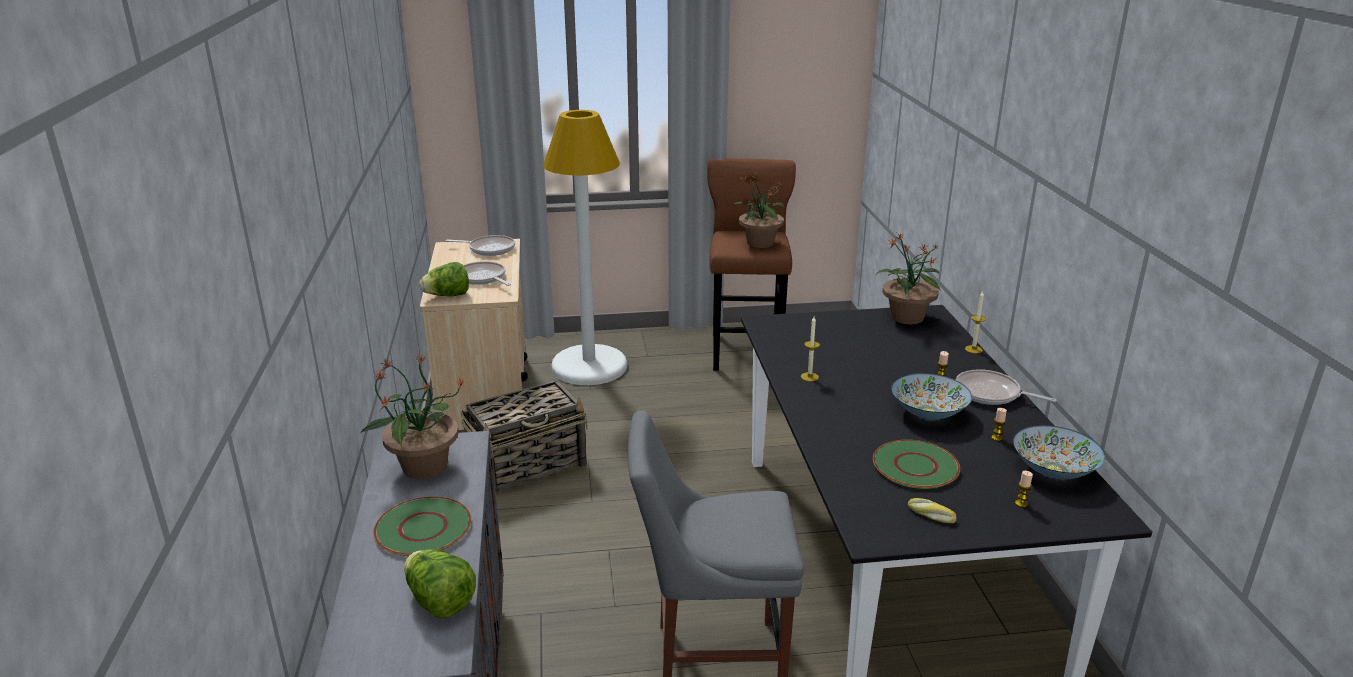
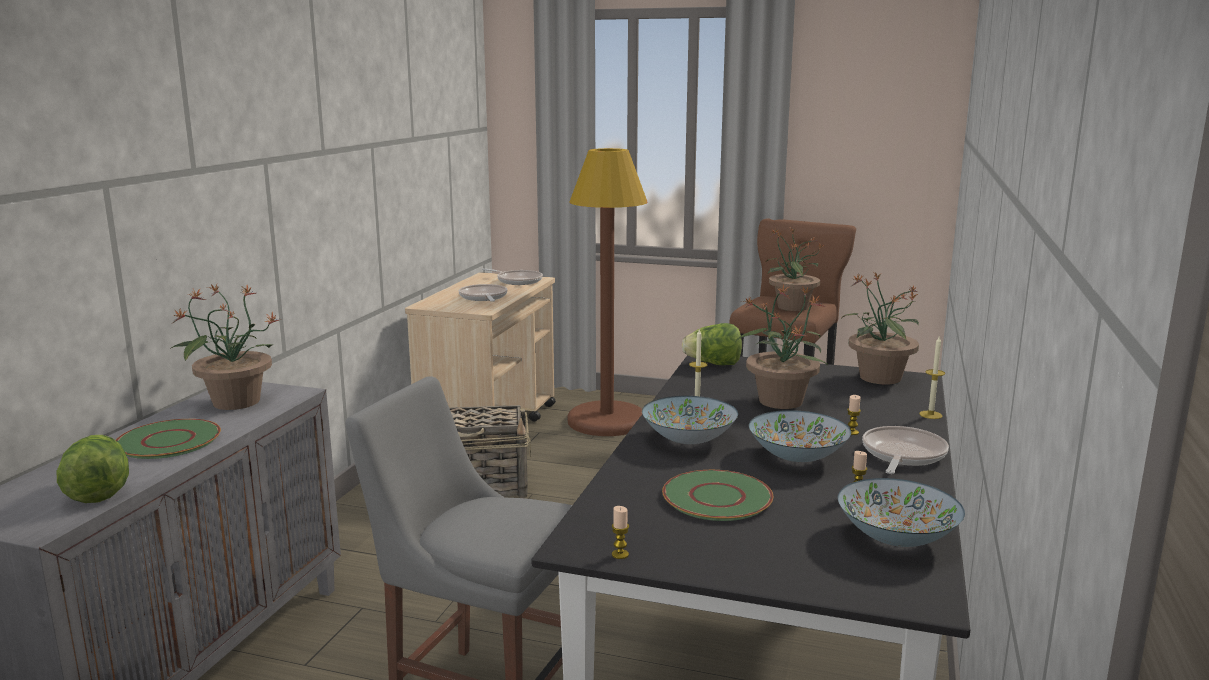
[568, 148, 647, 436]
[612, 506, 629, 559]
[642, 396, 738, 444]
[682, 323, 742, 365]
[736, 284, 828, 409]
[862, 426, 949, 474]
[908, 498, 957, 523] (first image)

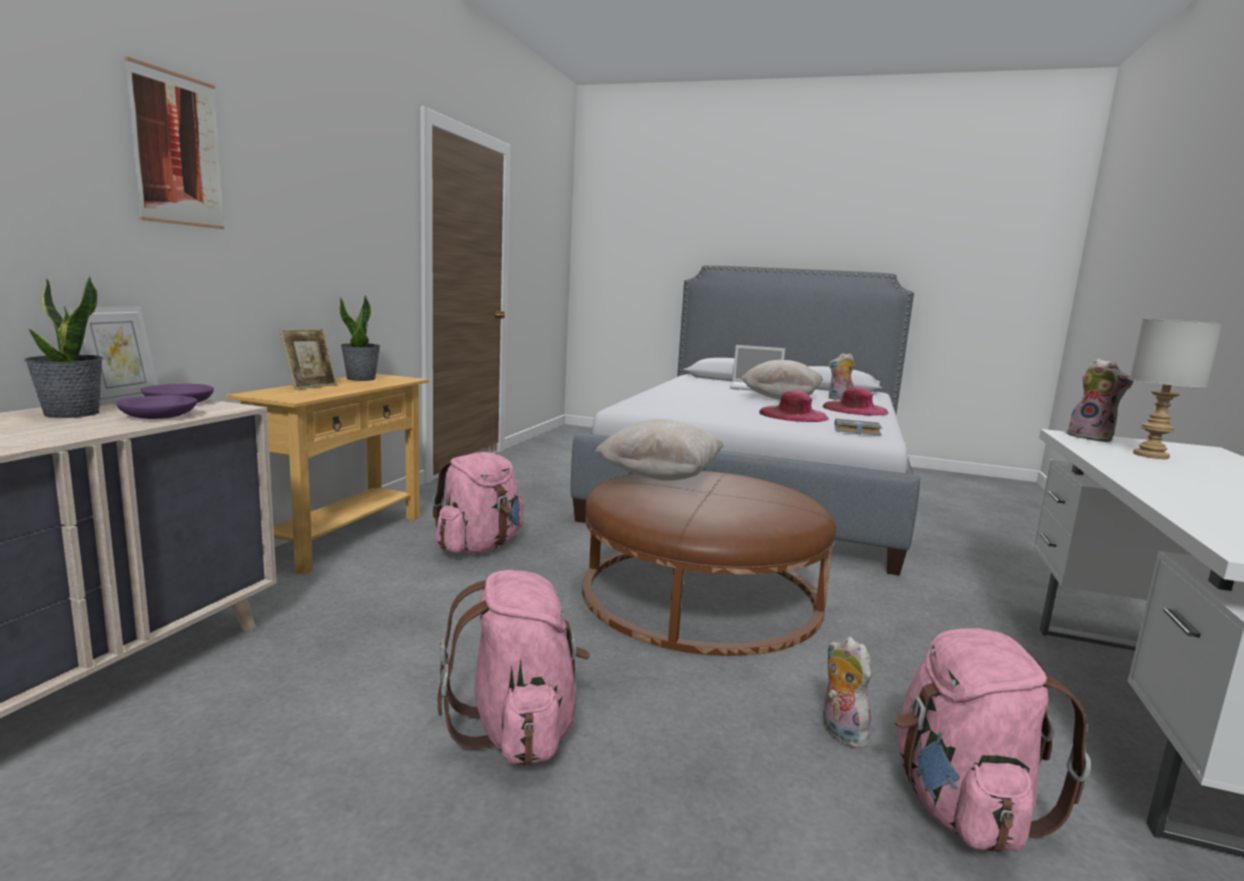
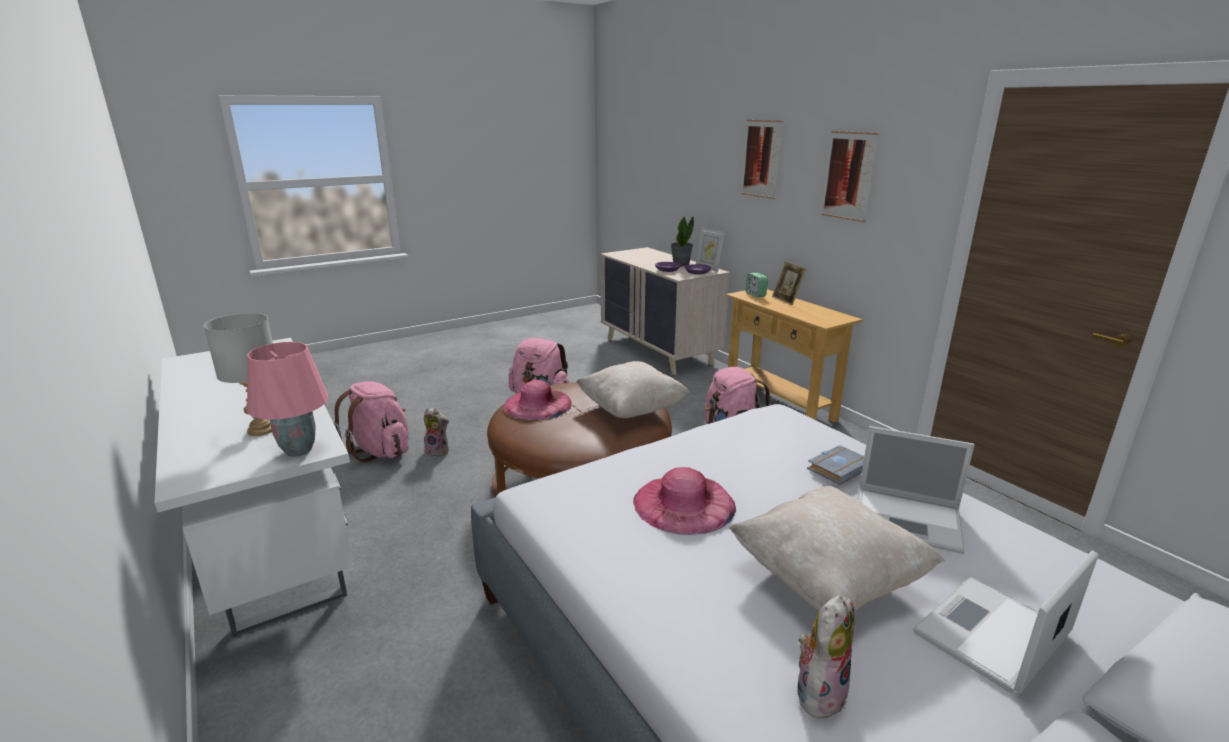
[247, 342, 329, 457]
[503, 380, 571, 420]
[746, 273, 768, 297]
[807, 445, 864, 485]
[821, 131, 879, 222]
[858, 426, 975, 554]
[340, 295, 380, 381] (first image)

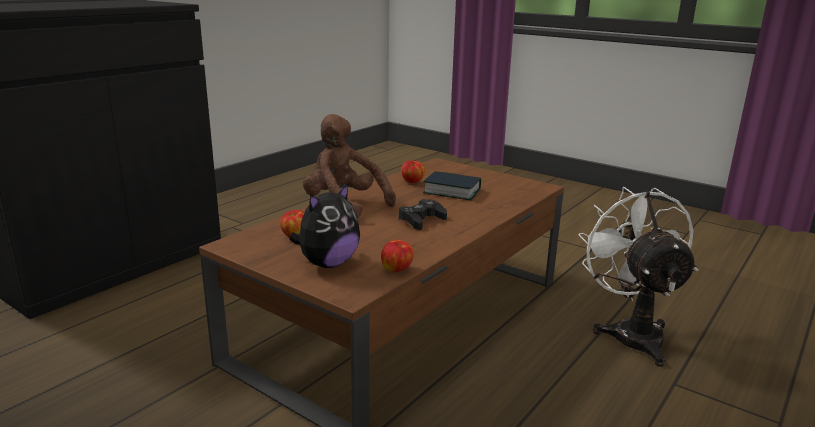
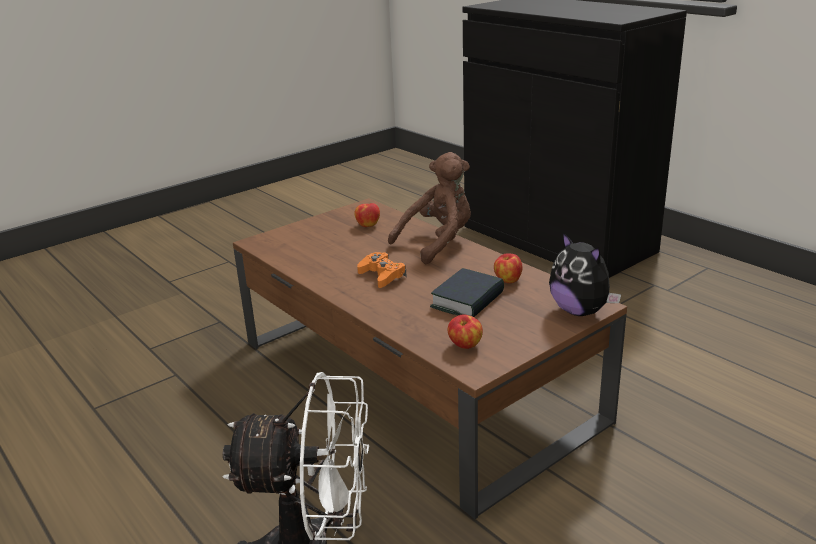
[357, 252, 407, 288]
[448, 314, 483, 349]
[549, 232, 621, 316]

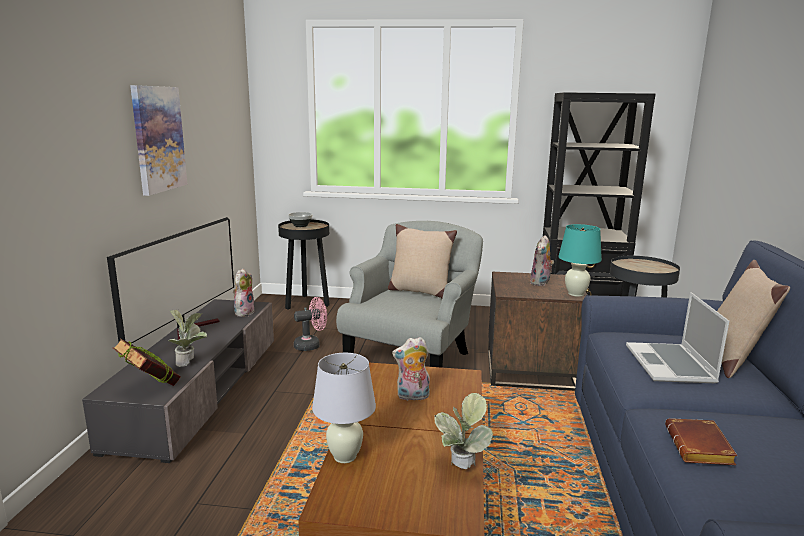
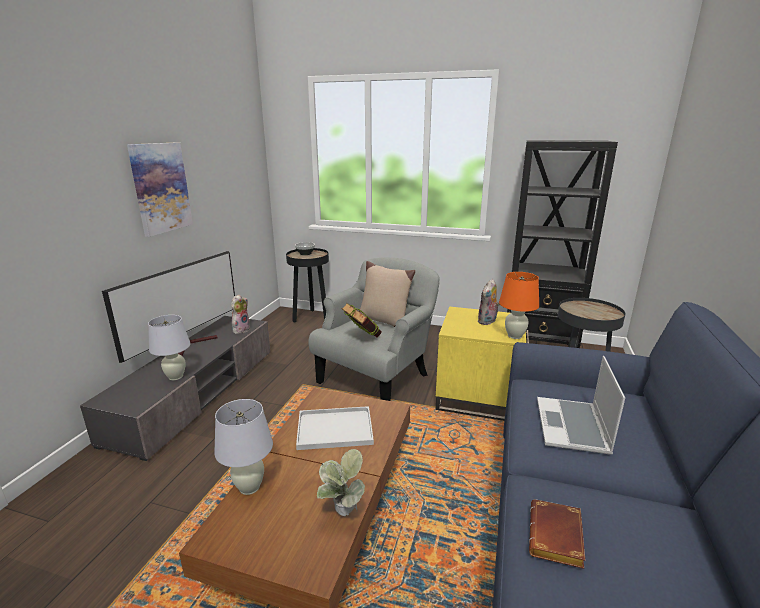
[148, 315, 190, 380]
[296, 406, 374, 450]
[342, 302, 382, 338]
[436, 307, 529, 421]
[499, 272, 539, 339]
[294, 297, 327, 351] (first image)
[717, 260, 790, 378] (first image)

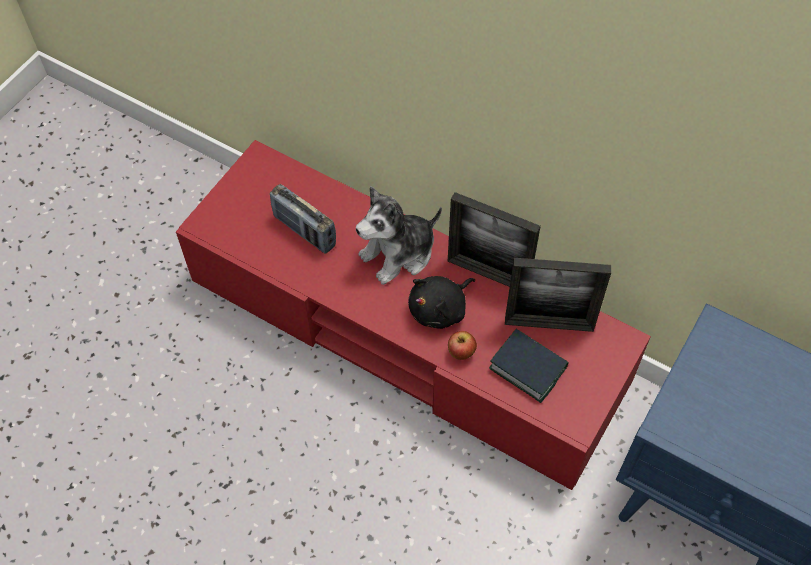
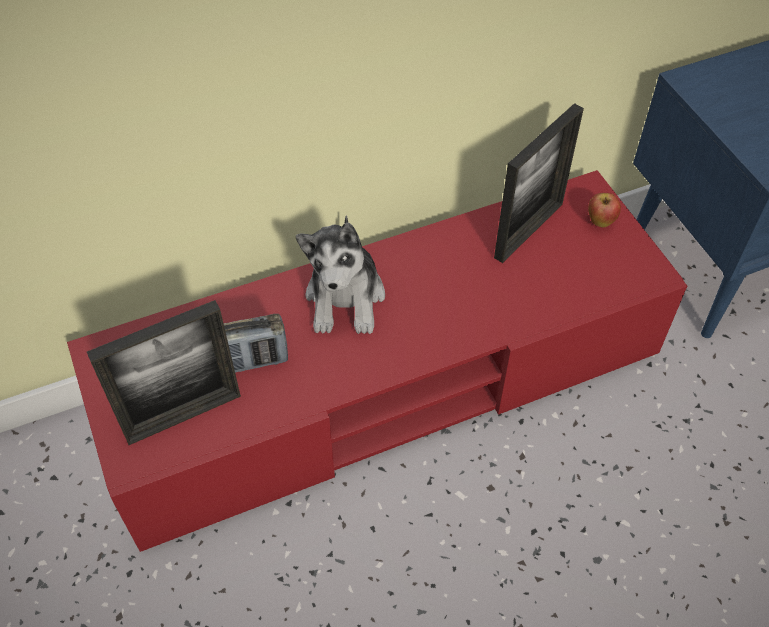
[87, 300, 241, 445]
[588, 193, 621, 227]
[408, 276, 475, 329] (first image)
[489, 329, 568, 403] (first image)

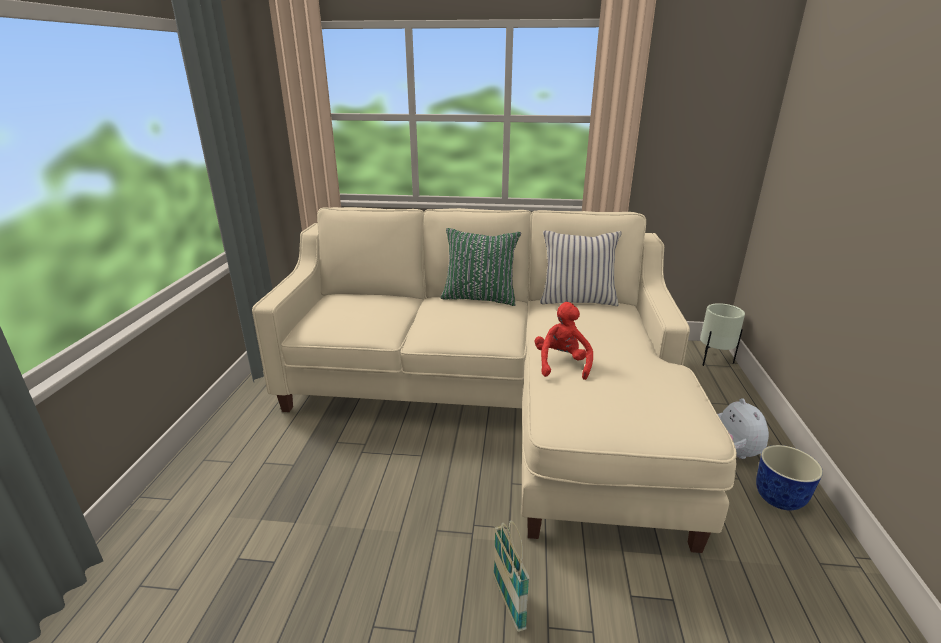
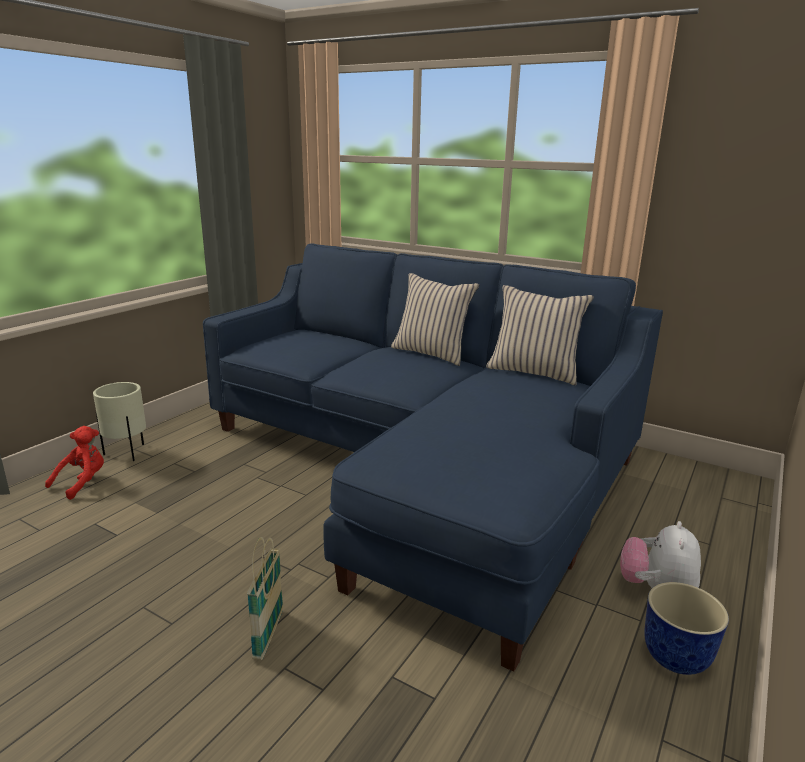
[45, 426, 104, 500]
[93, 382, 146, 461]
[203, 243, 663, 672]
[391, 273, 479, 366]

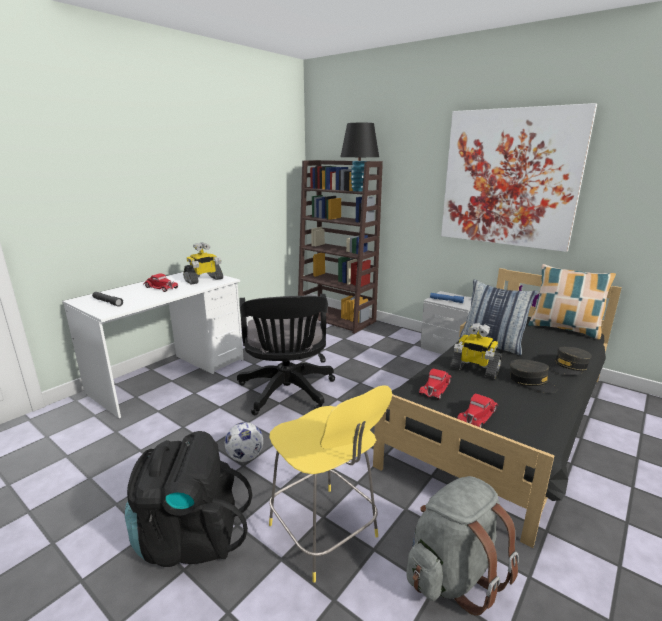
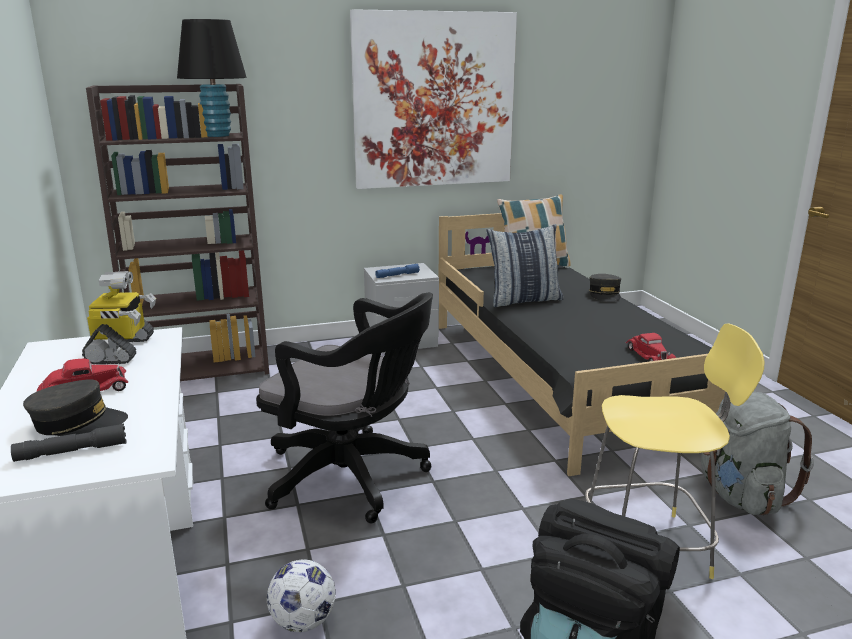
[23, 379, 128, 436]
[267, 559, 336, 632]
[419, 369, 452, 400] (first image)
[450, 323, 502, 379] (first image)

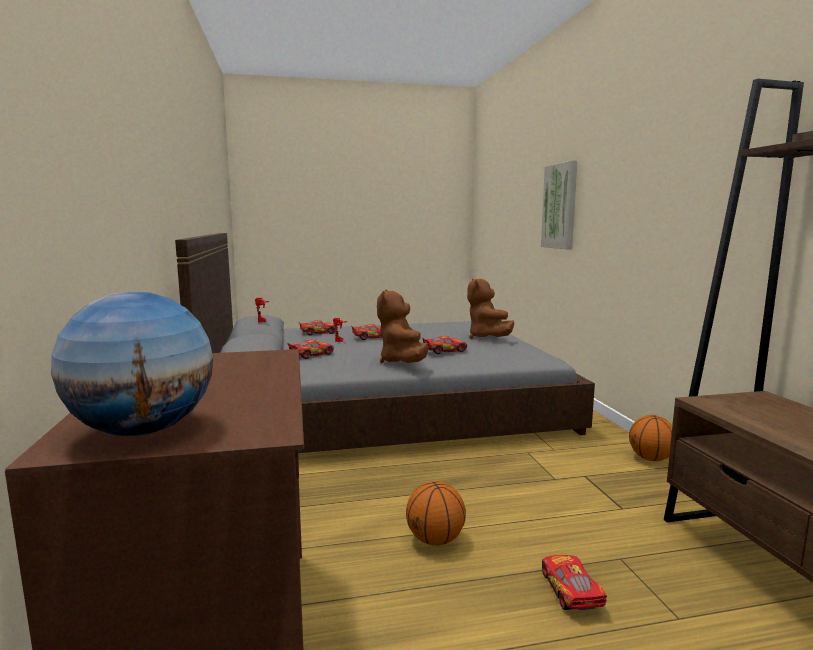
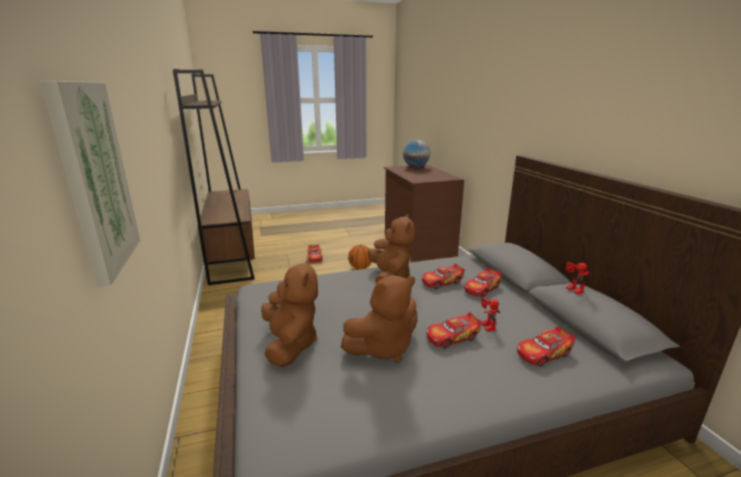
[341, 275, 417, 363]
[422, 264, 465, 289]
[629, 415, 672, 461] (first image)

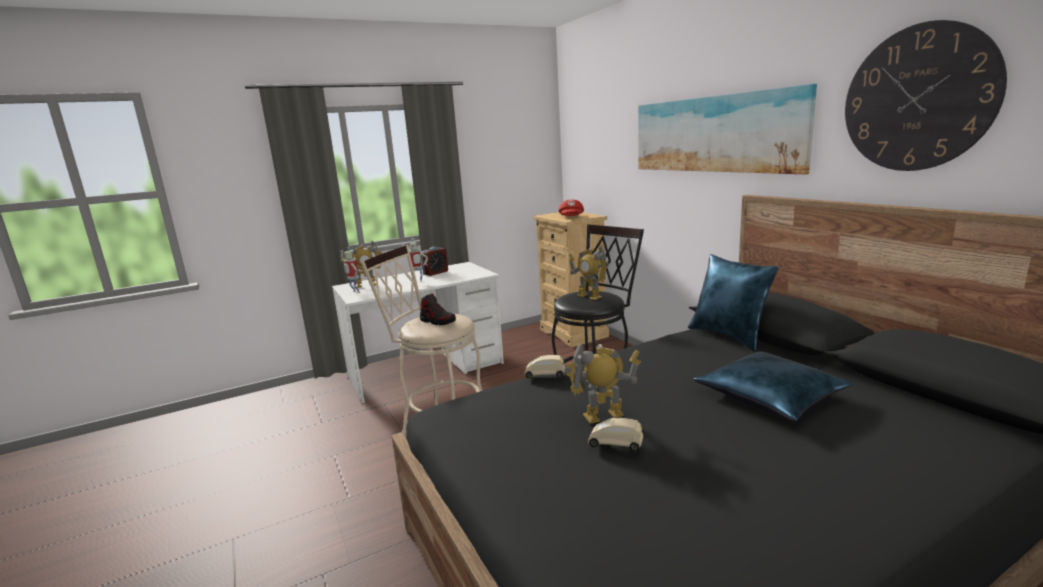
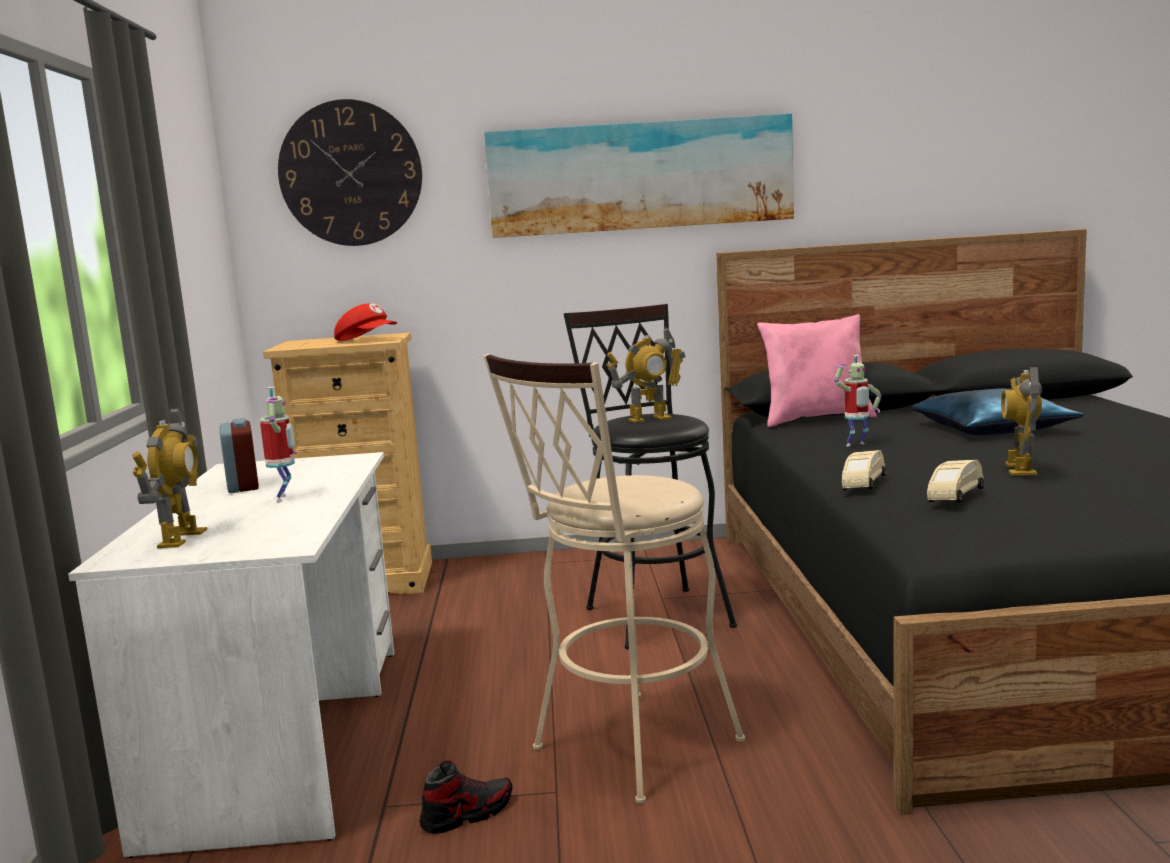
[278, 99, 422, 246]
[419, 760, 512, 834]
[757, 314, 877, 427]
[834, 355, 881, 447]
[927, 460, 984, 502]

